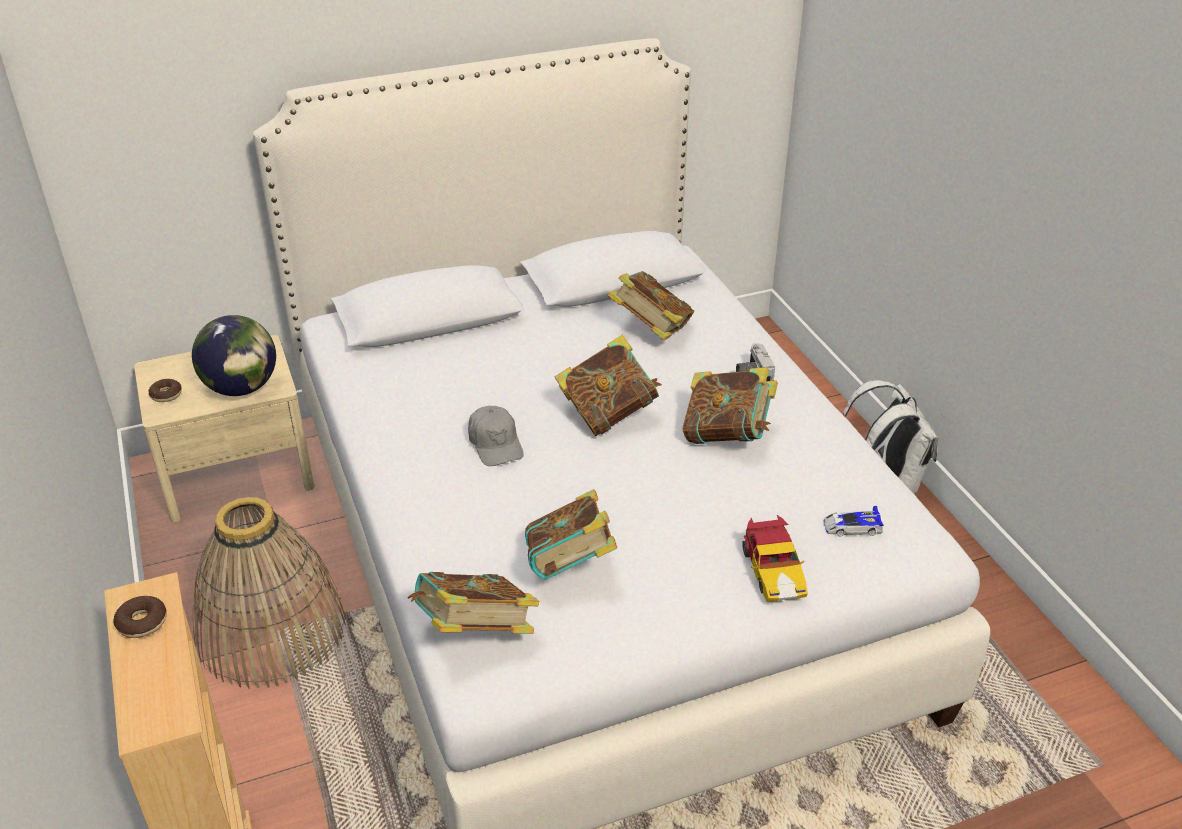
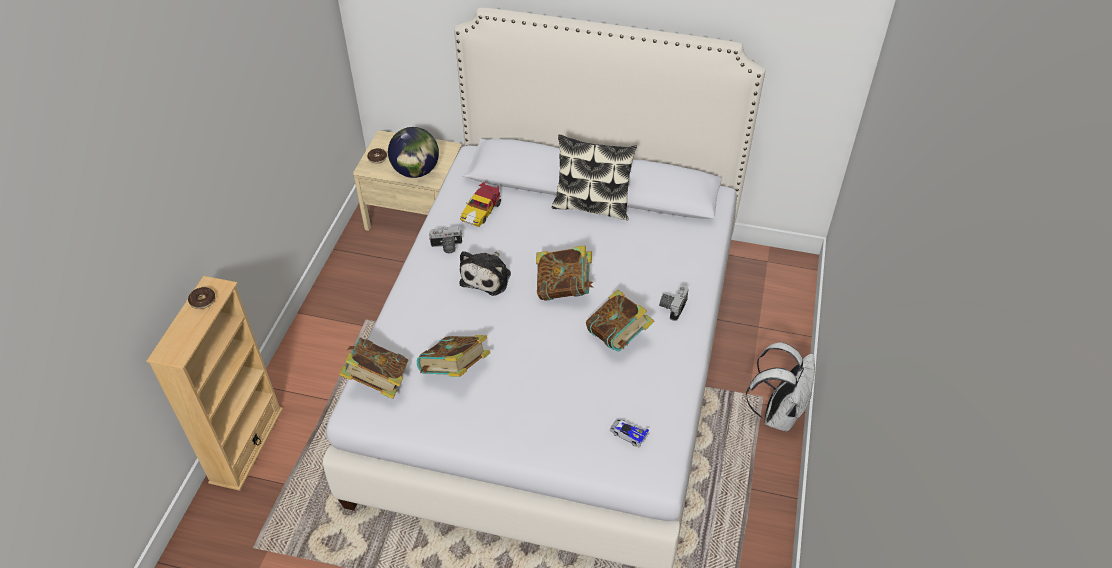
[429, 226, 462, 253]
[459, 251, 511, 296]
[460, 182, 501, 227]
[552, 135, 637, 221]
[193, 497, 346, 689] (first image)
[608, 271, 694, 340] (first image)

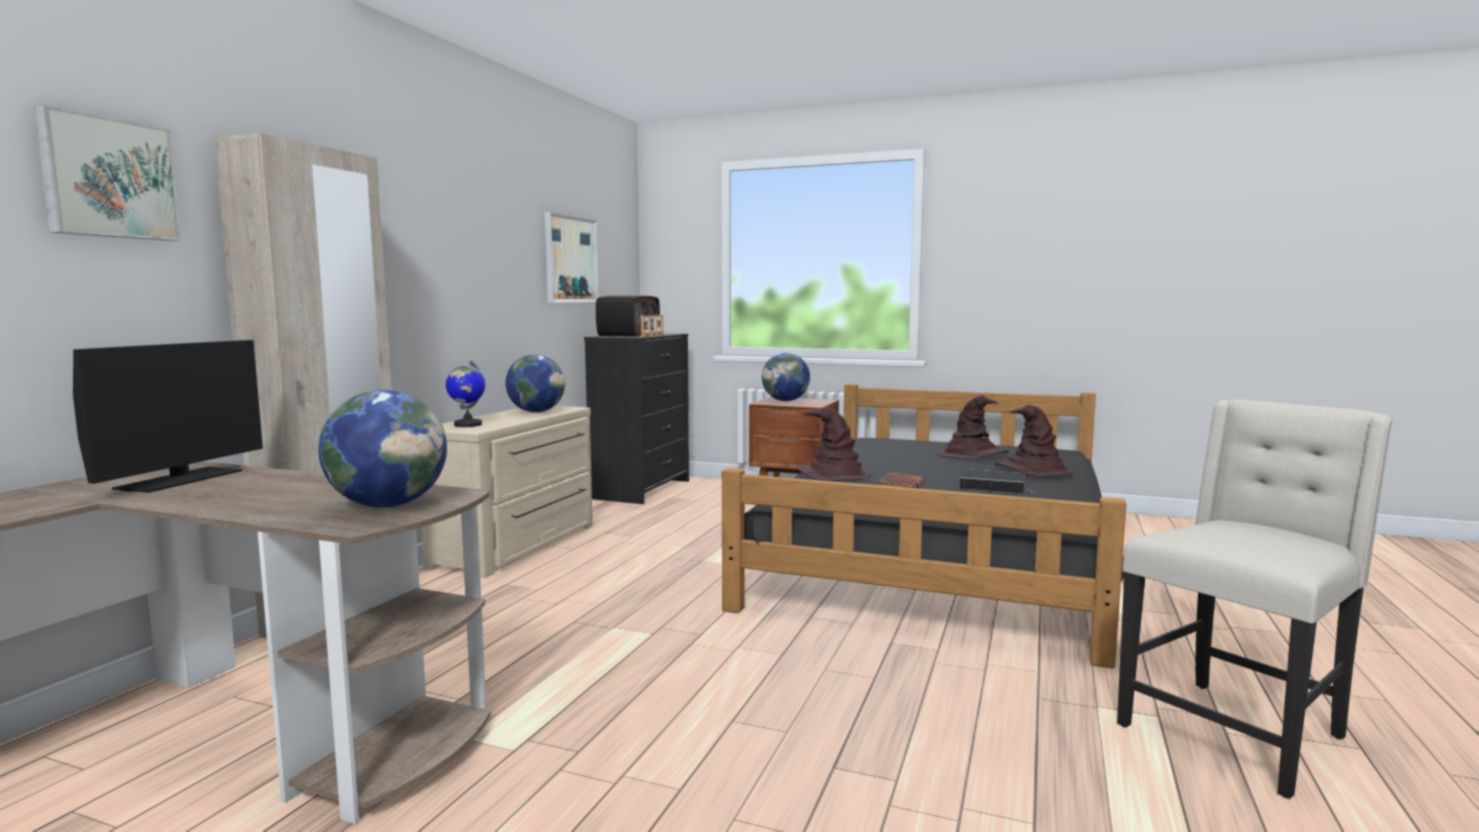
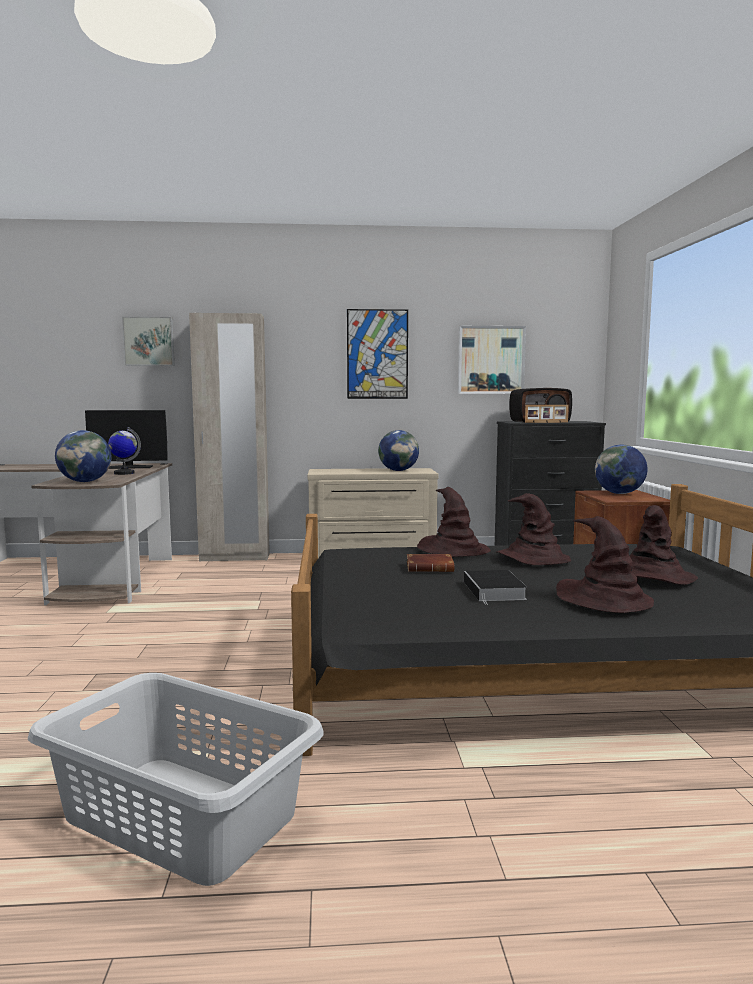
[28, 673, 323, 886]
[108, 427, 141, 475]
[347, 309, 408, 399]
[496, 493, 571, 565]

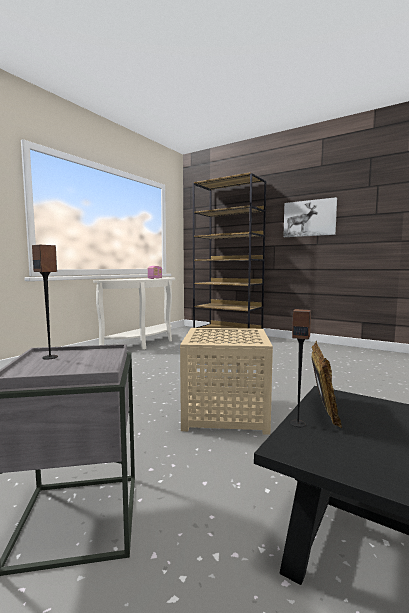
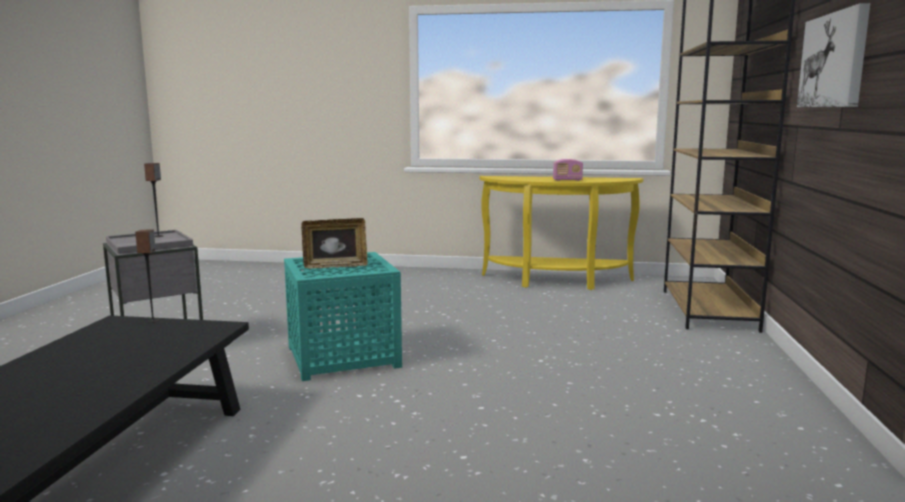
[284, 252, 402, 381]
[301, 218, 368, 269]
[479, 176, 643, 290]

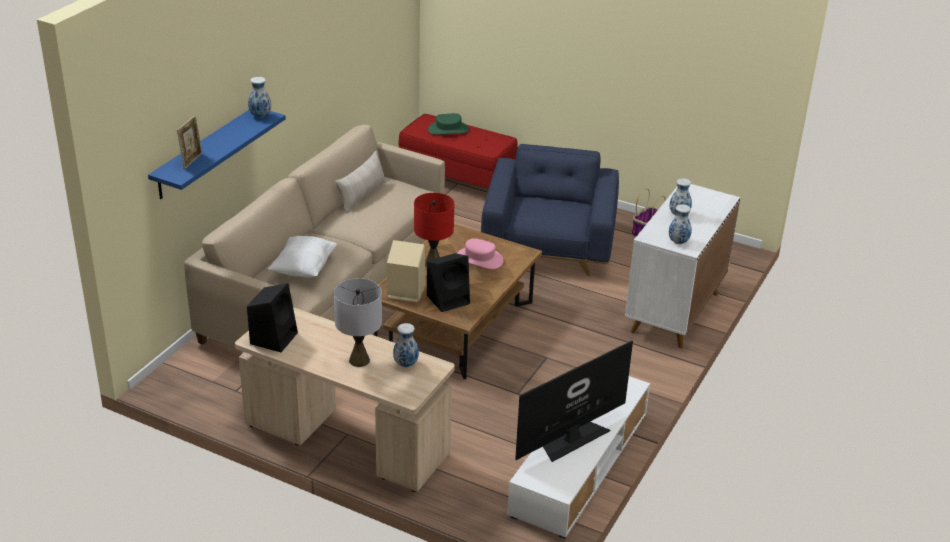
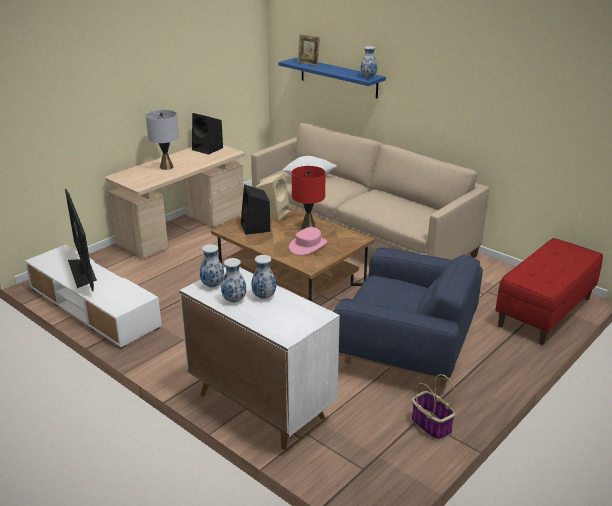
[221, 258, 246, 303]
[335, 150, 386, 214] (first image)
[428, 113, 469, 135] (first image)

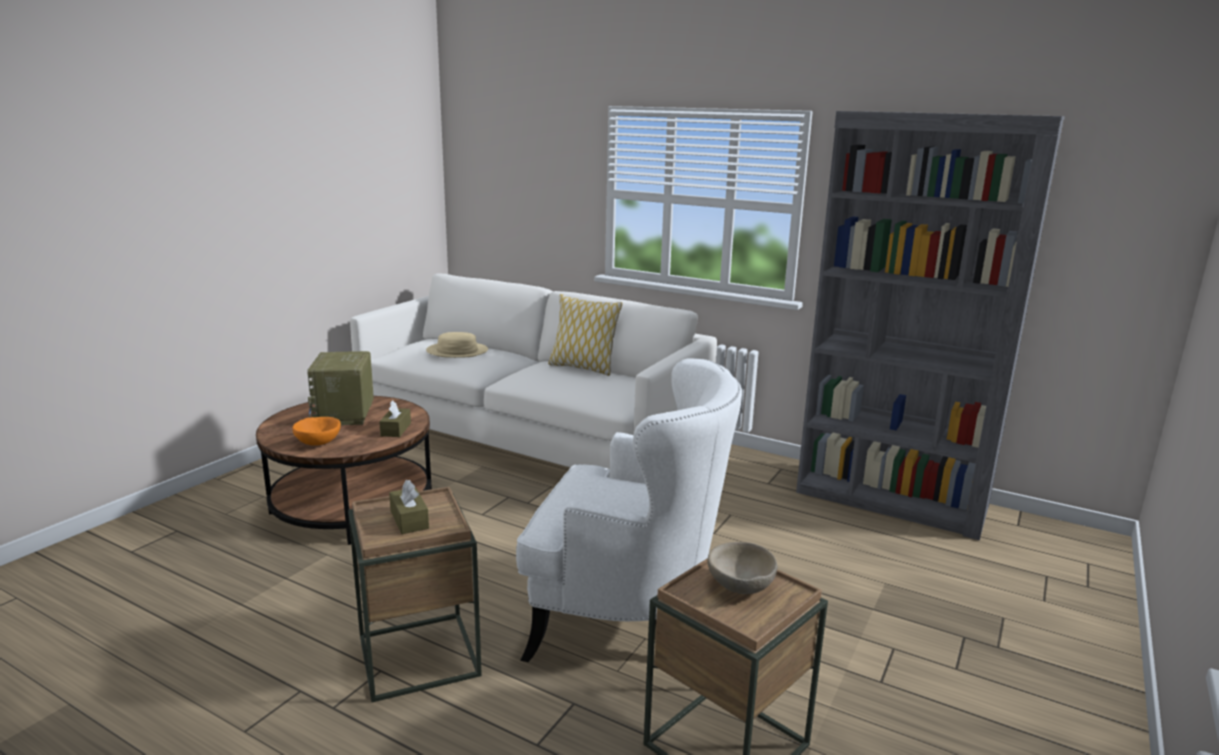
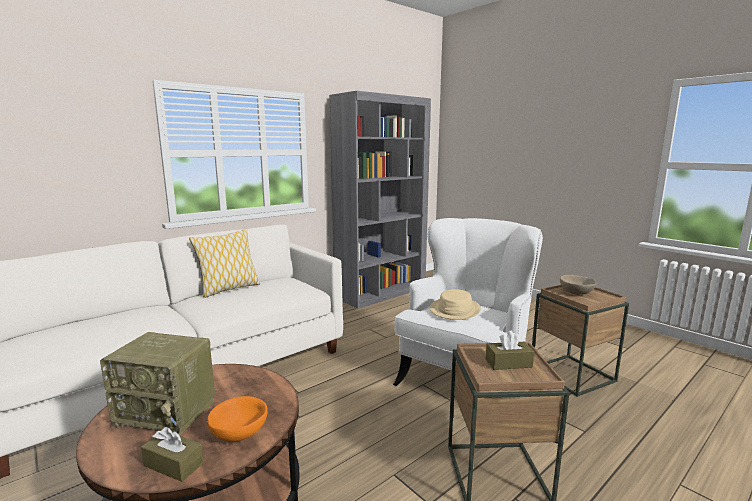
[141, 427, 204, 482]
[430, 289, 481, 320]

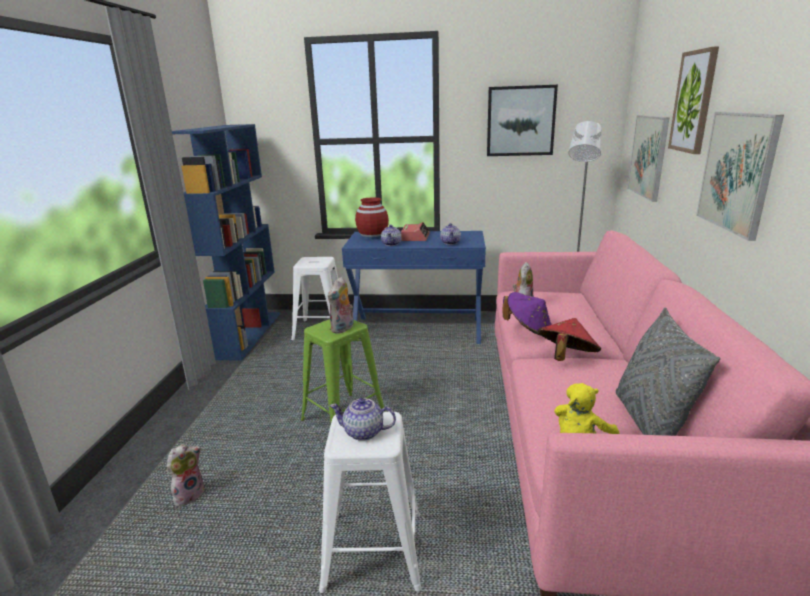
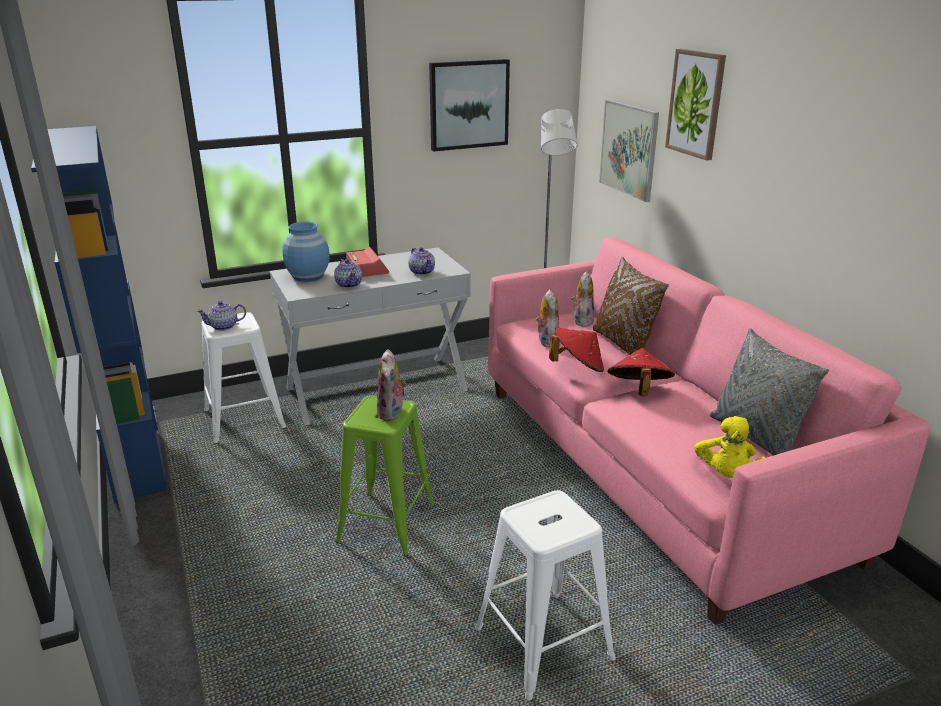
[197, 301, 246, 331]
[270, 248, 471, 426]
[282, 222, 330, 282]
[549, 328, 604, 372]
[571, 271, 594, 327]
[593, 257, 669, 355]
[696, 112, 784, 241] (first image)

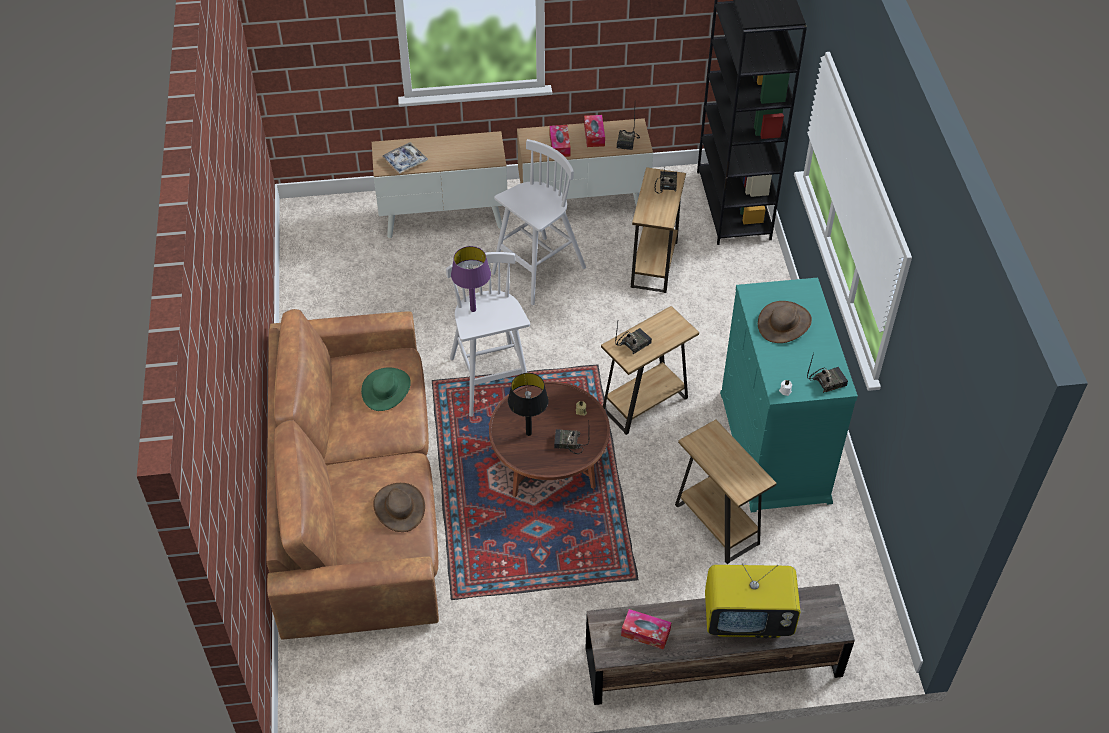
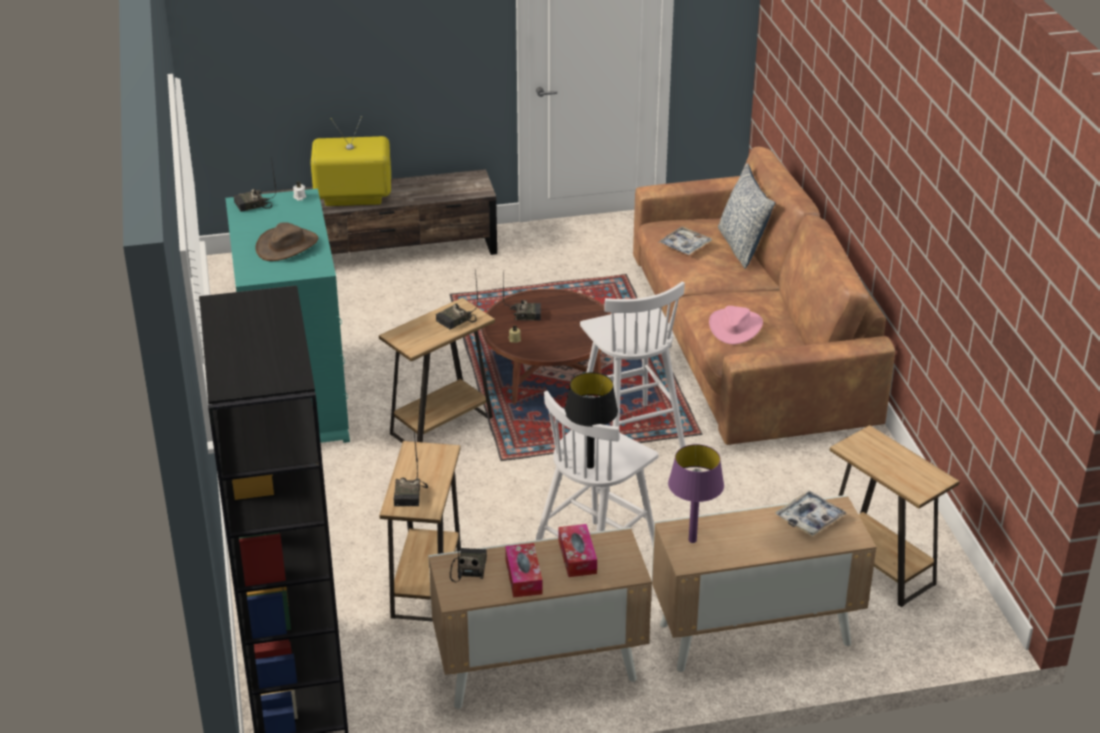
[565, 372, 618, 469]
[658, 226, 712, 255]
[668, 444, 724, 543]
[709, 306, 763, 344]
[718, 163, 775, 269]
[830, 425, 959, 607]
[621, 609, 672, 650] (first image)

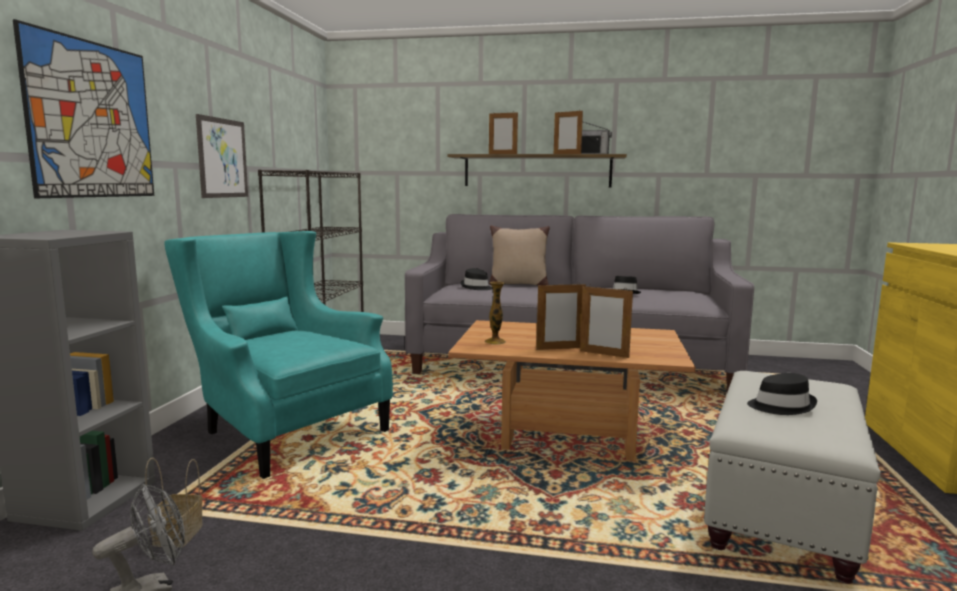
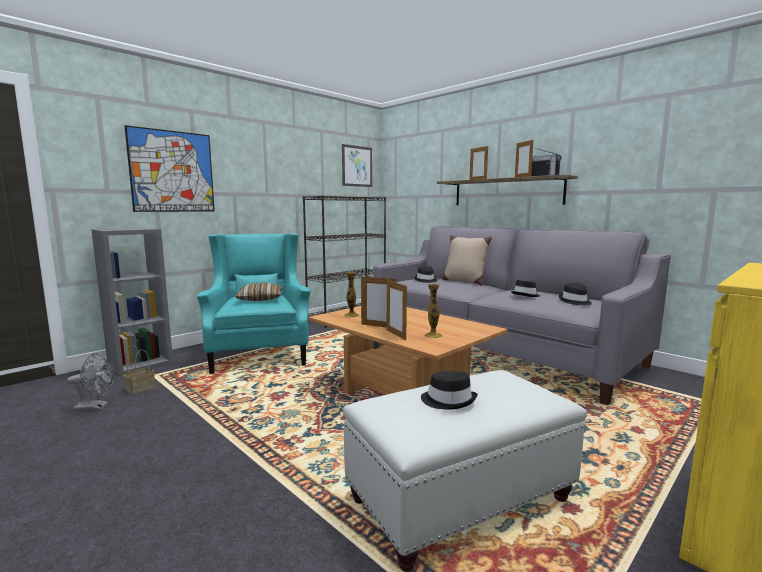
[235, 283, 283, 301]
[342, 144, 372, 187]
[424, 284, 443, 338]
[559, 283, 592, 305]

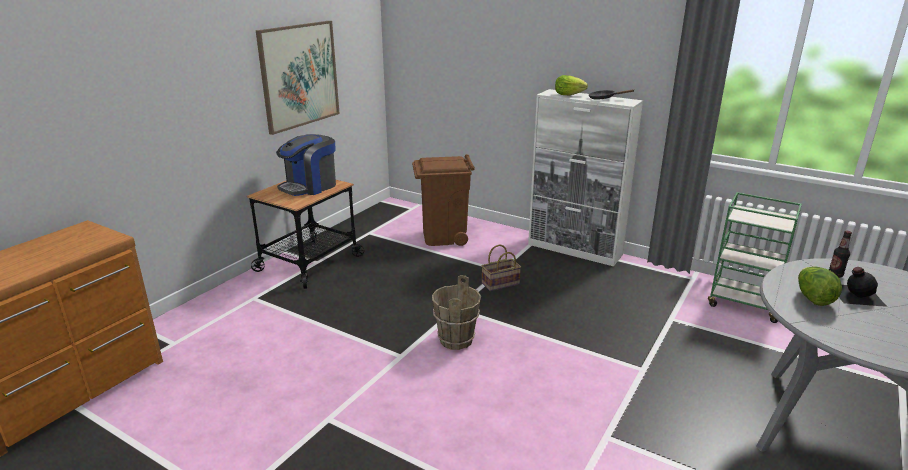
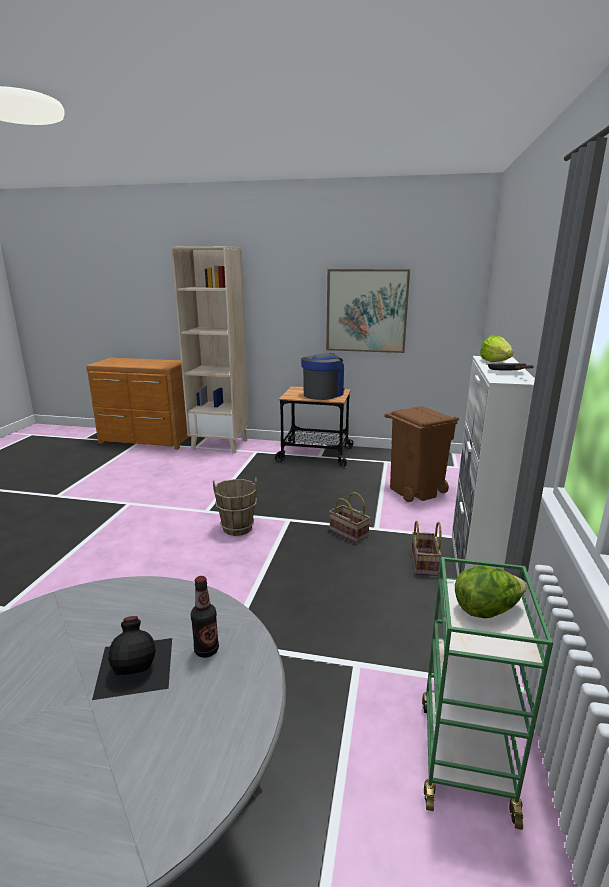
[171, 246, 249, 453]
[301, 353, 345, 400]
[412, 521, 441, 576]
[455, 565, 527, 618]

